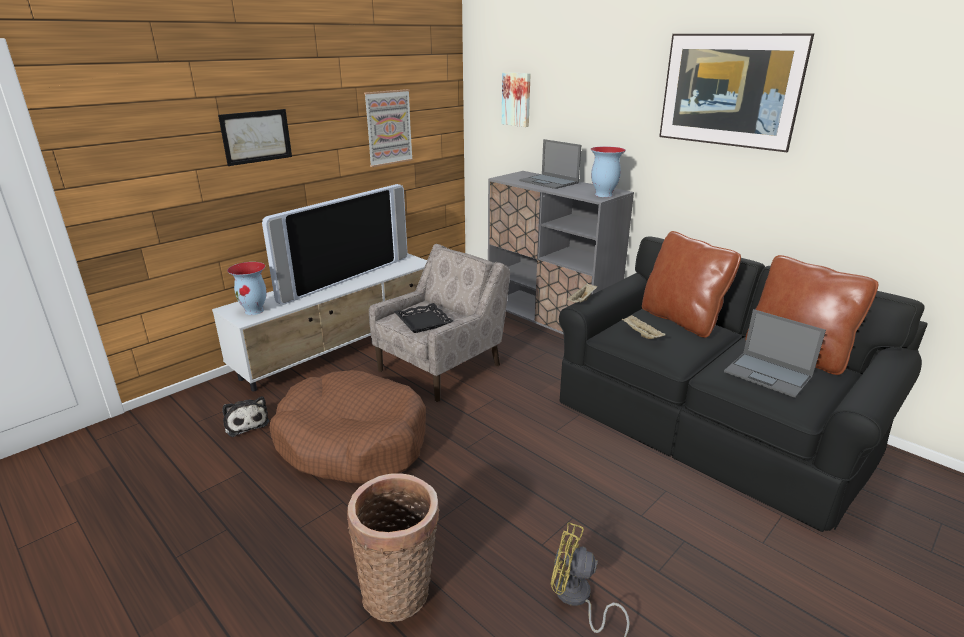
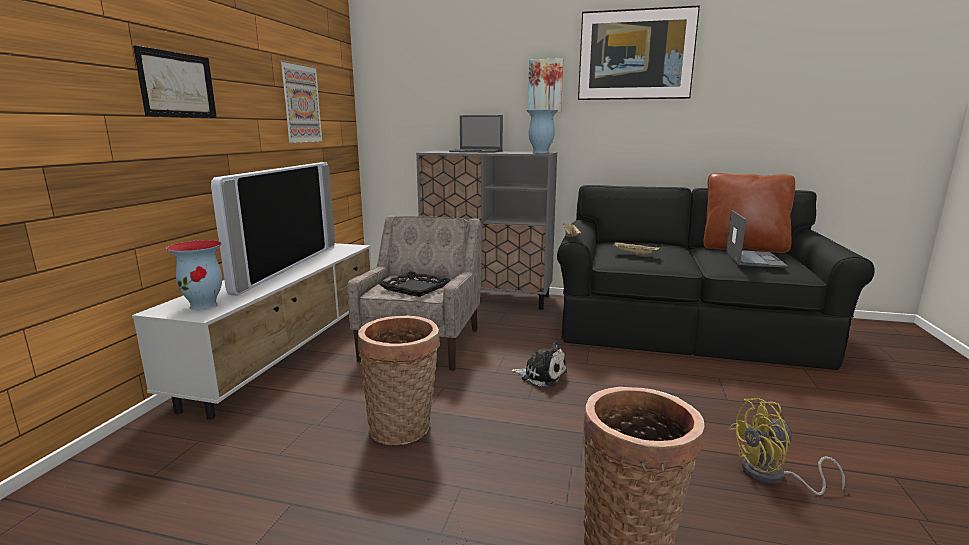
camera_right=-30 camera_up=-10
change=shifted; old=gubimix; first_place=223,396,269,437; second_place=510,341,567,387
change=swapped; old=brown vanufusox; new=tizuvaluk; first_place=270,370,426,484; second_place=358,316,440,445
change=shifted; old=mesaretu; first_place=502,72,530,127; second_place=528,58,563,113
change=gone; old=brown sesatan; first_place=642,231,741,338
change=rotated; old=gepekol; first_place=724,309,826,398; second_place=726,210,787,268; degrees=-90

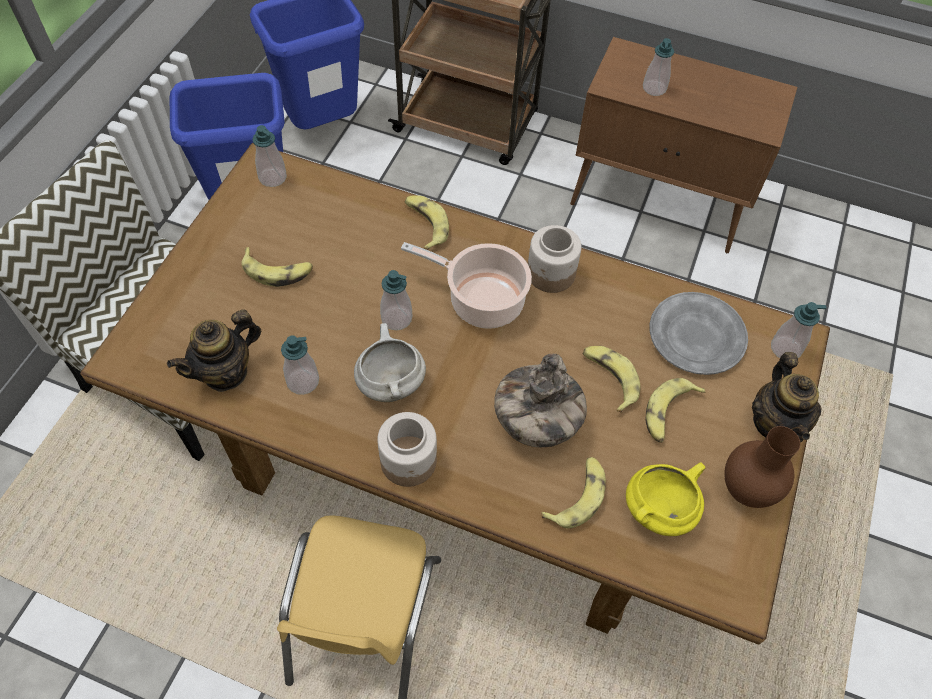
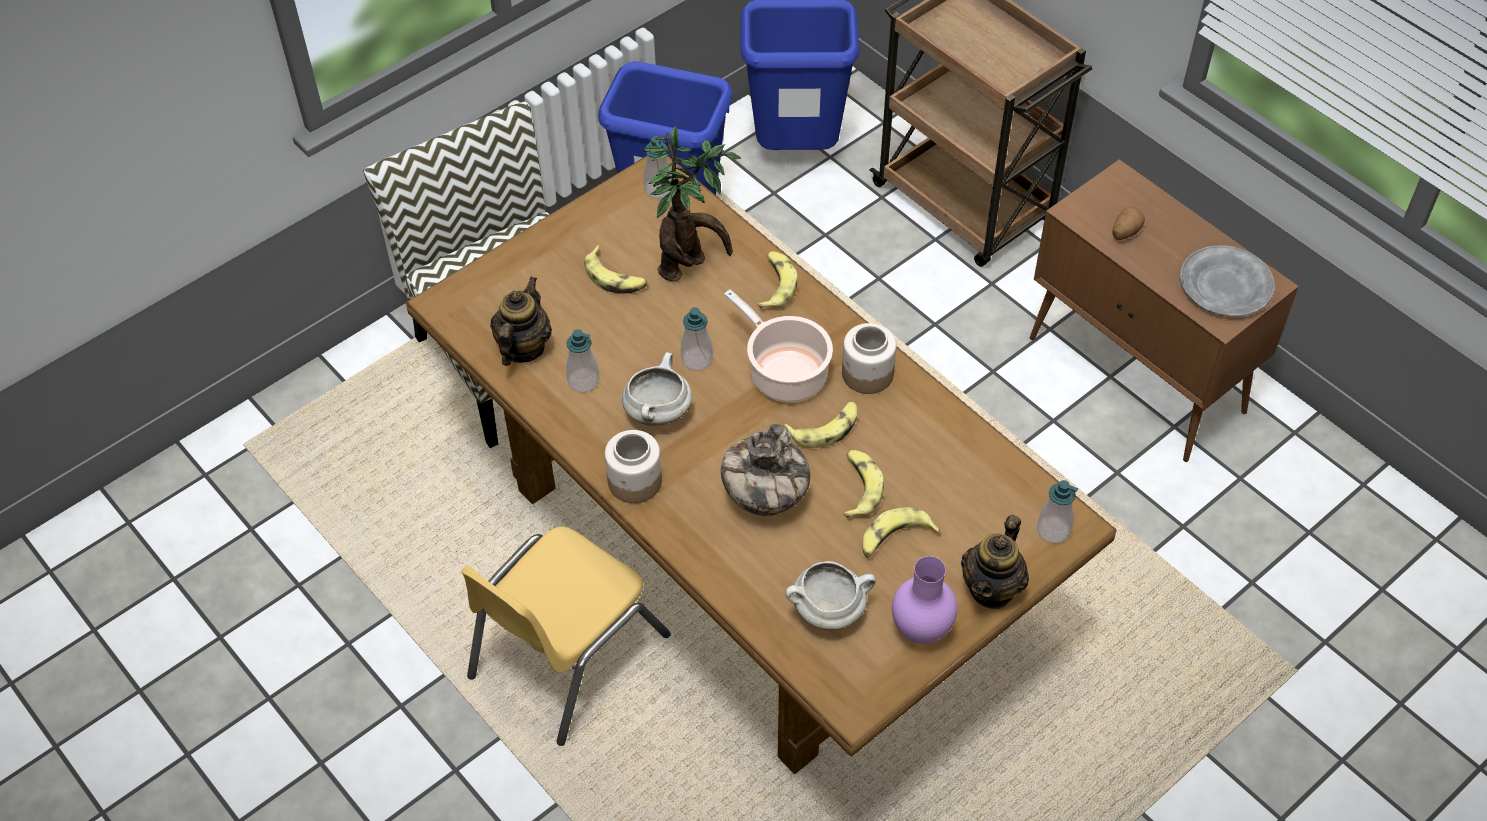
camera_right=30 camera_up=-5
change=rotated; old=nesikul; first_place=167,309,261,392; second_place=490,277,552,366; degrees=120
change=shifted; old=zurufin; first_place=541,457,606,529; second_place=784,402,857,448
change=repainted; old=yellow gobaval; new=white gobaval; first_place=626,462,706,536; second_place=785,561,876,630
change=swapped; old=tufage; new=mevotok; first_place=643,38,674,96; second_place=1112,206,1145,240
change=shifted; old=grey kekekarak; first_place=649,292,748,375; second_place=1180,245,1275,317
change=repainted; old=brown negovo; new=purple negovo; first_place=724,426,800,508; second_place=892,556,958,644
change=new; new=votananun; second_place=642,125,741,281

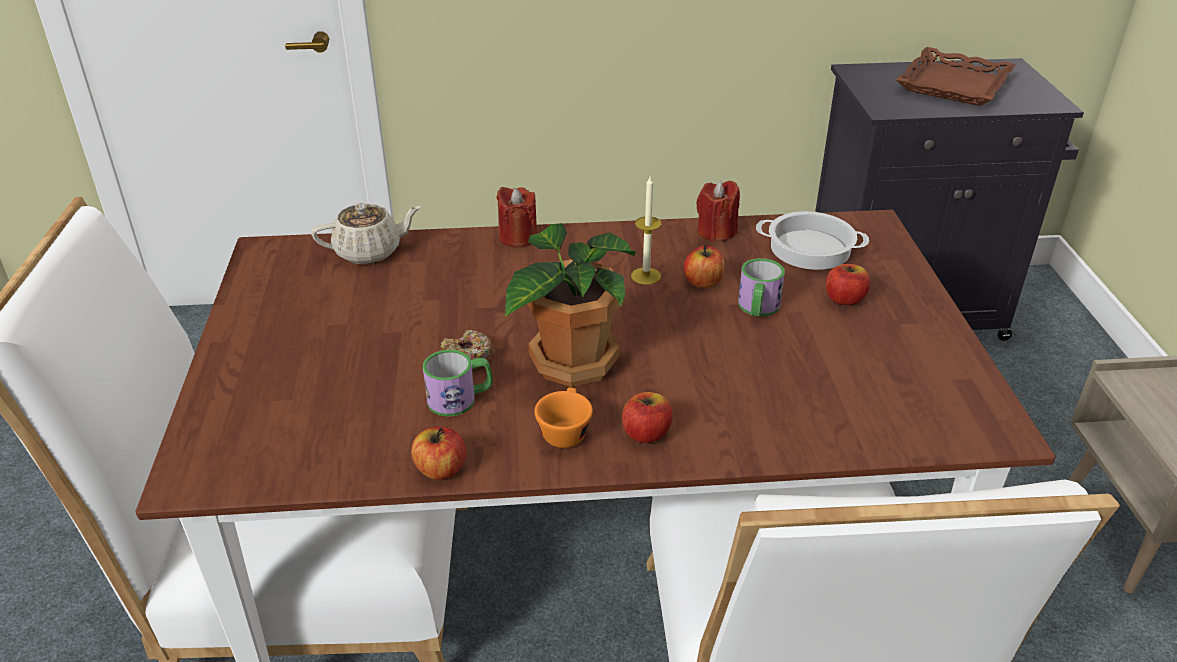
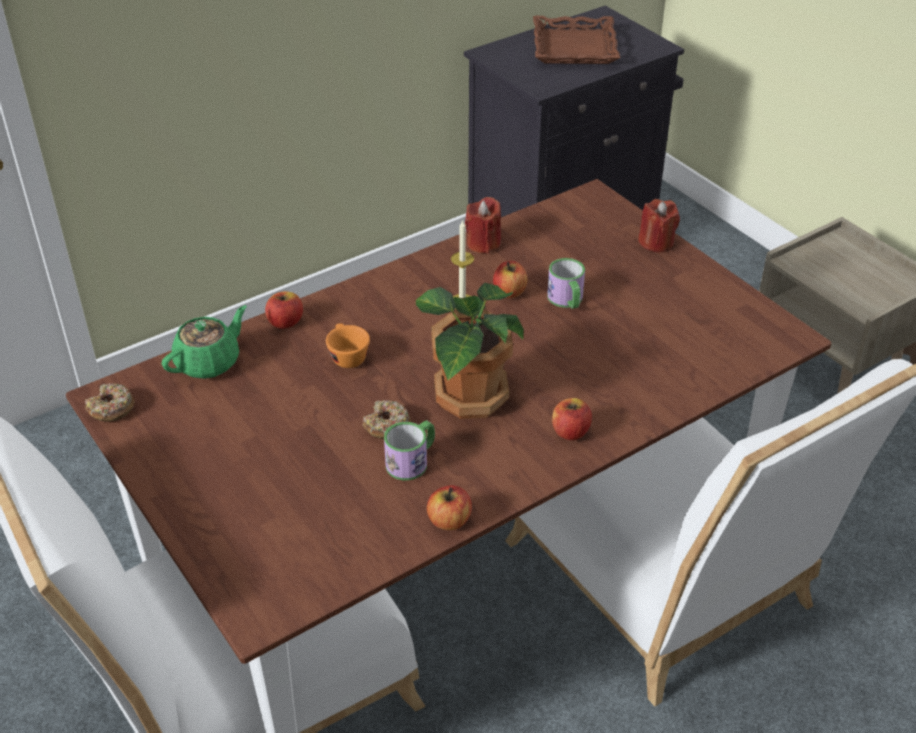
camera_right=-30 camera_up=5
change=repainted; old=beige nesikul; new=green nesikul; first_place=311,203,421,264; second_place=162,305,247,379
change=shifted; old=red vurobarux; first_place=496,187,537,248; second_place=638,199,680,252
change=shifted; old=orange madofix; first_place=534,387,593,448; second_place=326,323,370,368
change=gone; old=gobaval; first_place=756,211,869,270
change=shifted; old=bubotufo; first_place=826,264,870,305; second_place=265,291,303,329
change=new; new=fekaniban; second_place=85,383,135,422

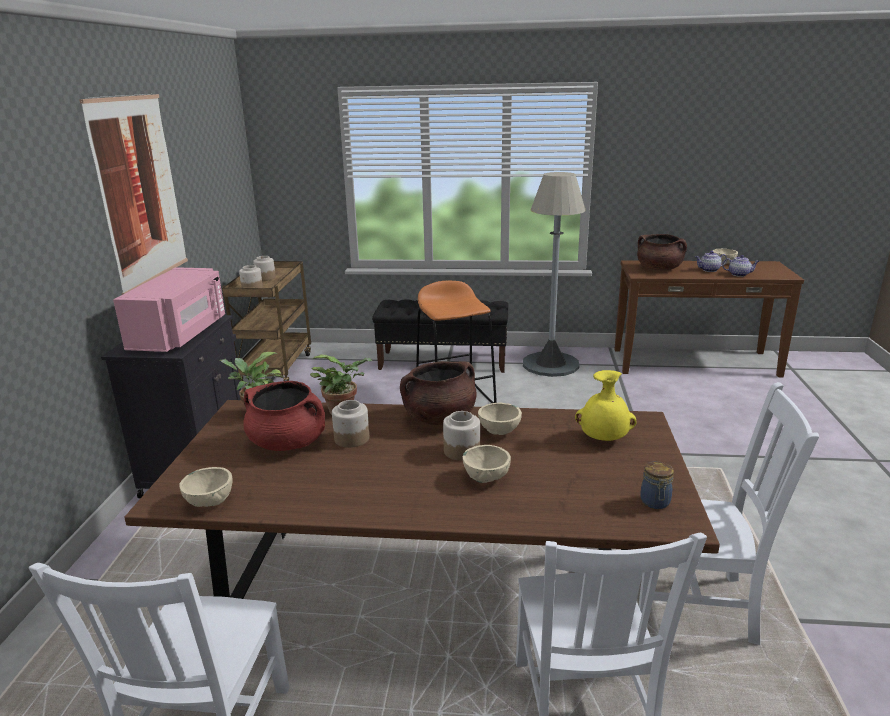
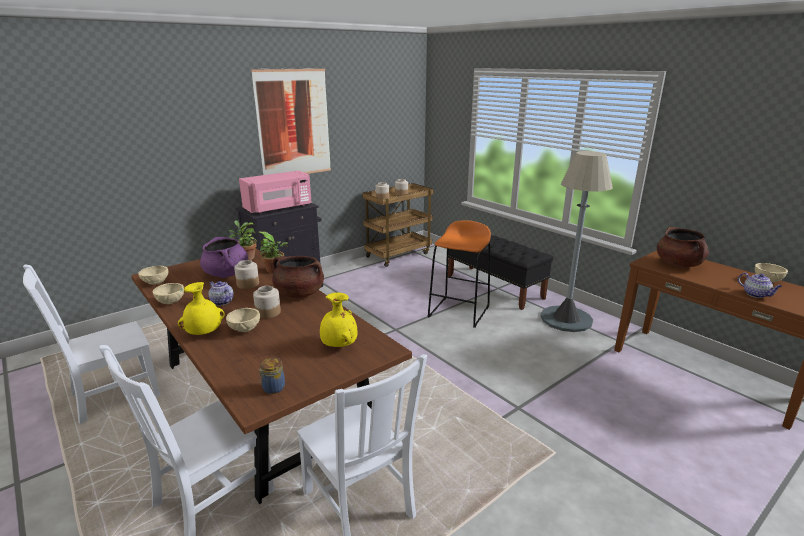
camera_right=45 camera_up=0
change=repainted; old=red gobaval; new=purple gobaval; first_place=243,381,325,451; second_place=200,237,248,278
change=shifted; old=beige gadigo; first_place=478,402,522,435; second_place=153,283,184,304
change=shifted; old=nesikul; first_place=695,251,727,272; second_place=209,281,234,306
change=new; new=yellow negovo; second_place=178,282,225,335

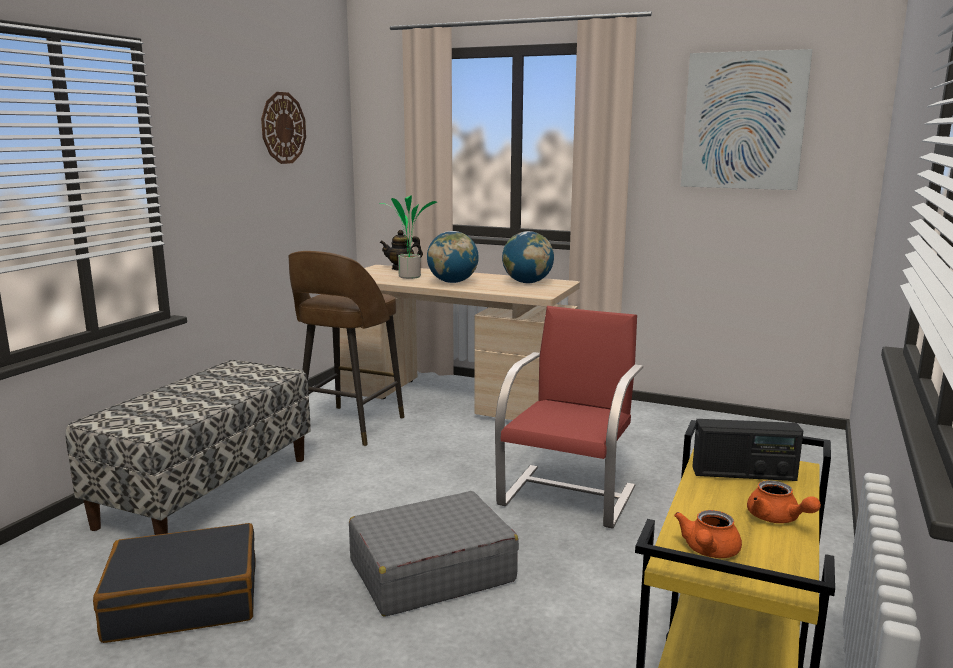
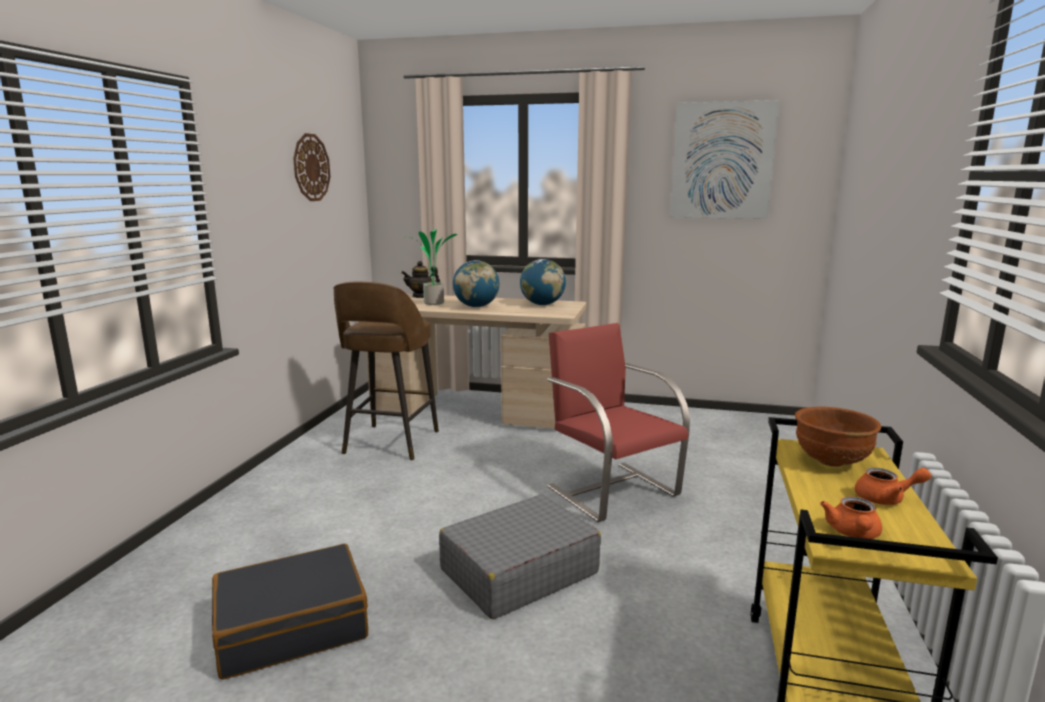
camera_right=-10 camera_up=0
change=gone; old=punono; first_place=66,360,311,535
change=rotated; old=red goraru; first_place=495,306,643,529; second_place=547,323,690,522; degrees=-45
change=swapped; old=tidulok; new=brown gadigo; first_place=692,419,803,481; second_place=795,407,881,467
change=rotated; old=orange nesikul; first_place=747,480,821,523; second_place=855,468,931,505; degrees=-45

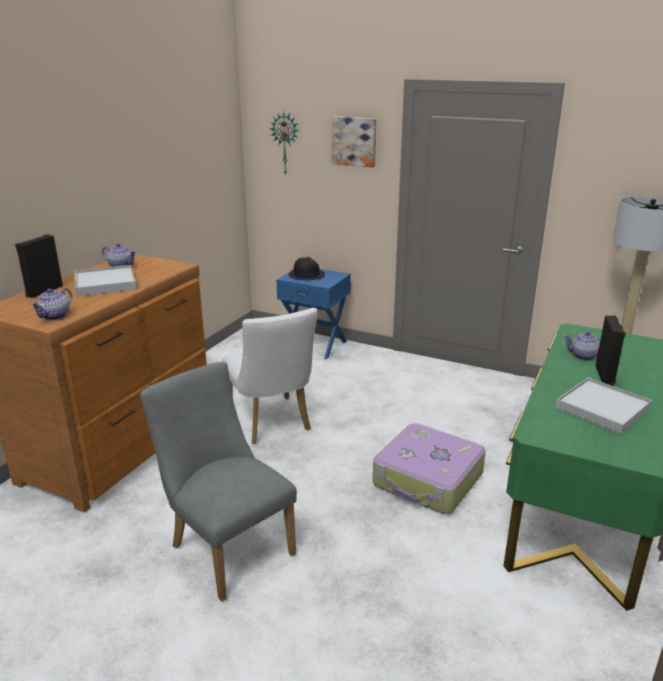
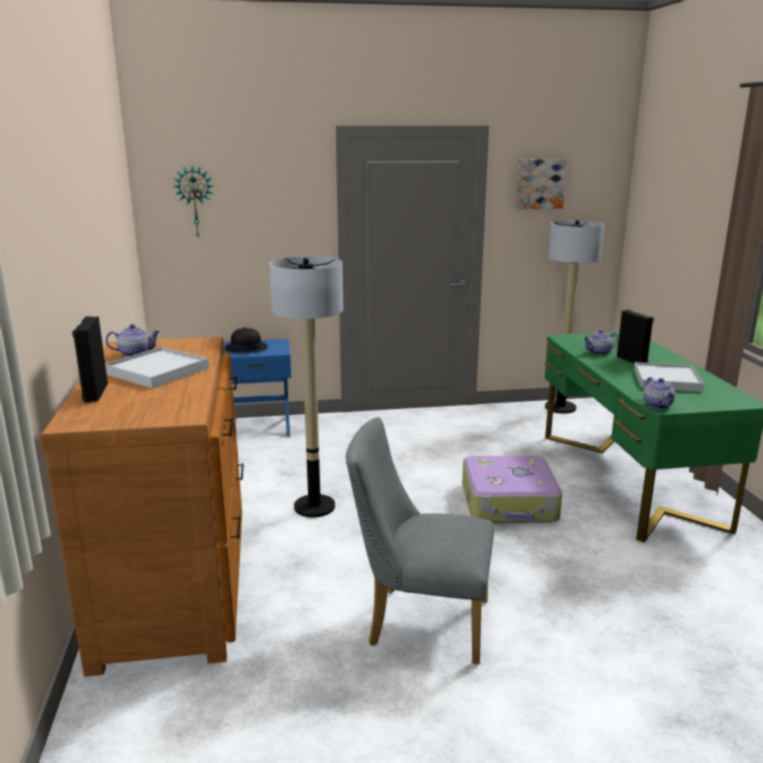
camera_right=-35 camera_up=-5
change=shifted; old=nesikul; first_place=30,288,72,320; second_place=643,377,675,409
change=swapped; old=white goraru; new=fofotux; first_place=222,308,317,444; second_place=269,256,343,517
change=shifted; old=mesaretu; first_place=332,116,376,167; second_place=516,159,567,209

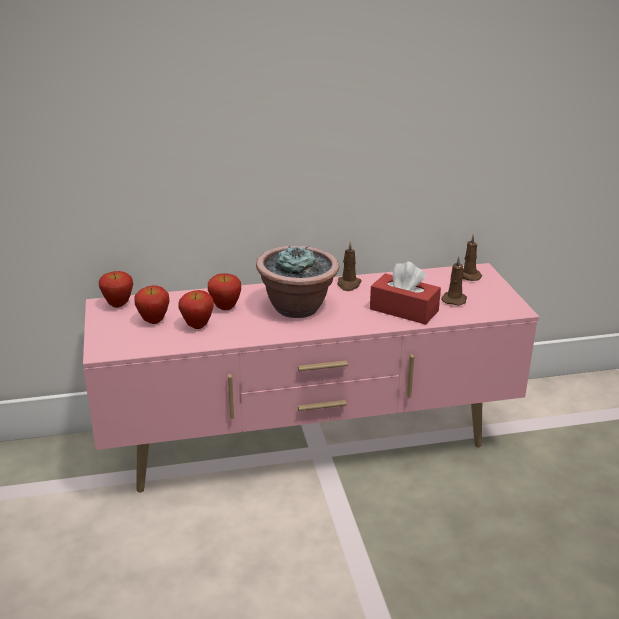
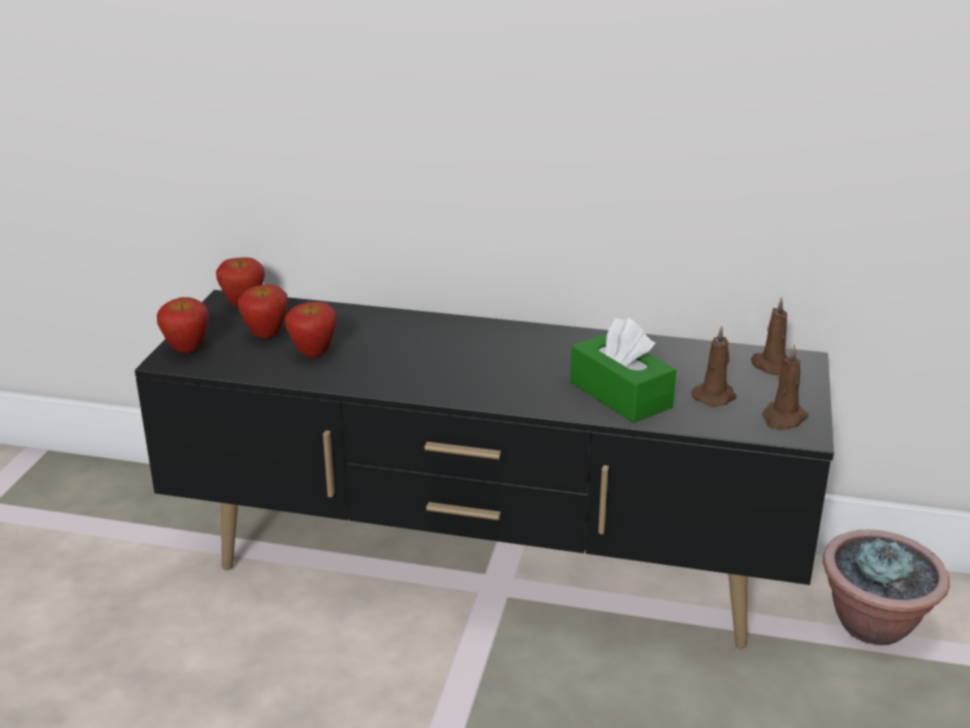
camera_right=25 camera_up=0
change=repainted; old=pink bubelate; new=black bubelate; first_place=83,263,539,493; second_place=135,290,834,648
change=shifted; old=bubotufo; first_place=208,273,241,310; second_place=157,297,209,354
change=shifted; old=votananun; first_place=256,246,339,318; second_place=823,529,950,645
change=shifted; old=brown vurobarux; first_place=337,241,362,291; second_place=762,344,808,430
change=repainted; old=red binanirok; new=green binanirok; first_place=370,261,441,325; second_place=570,318,676,423

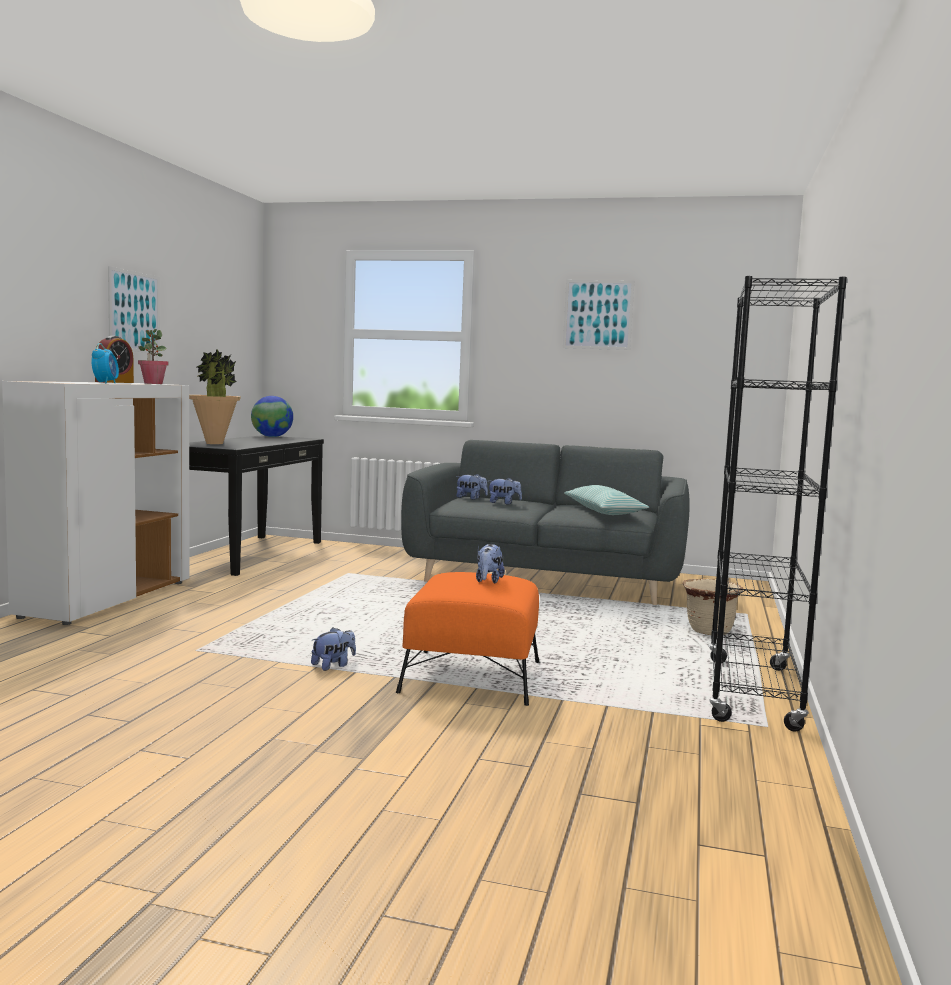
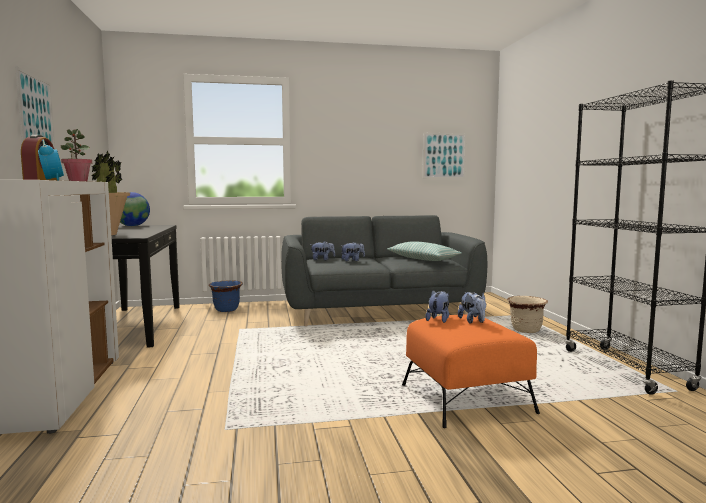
camera_right=-25 camera_up=0
change=shifted; old=gubimix; first_place=311,627,356,671; second_place=425,290,449,323
change=shifted; old=mesaretu; first_place=563,280,634,350; second_place=422,133,466,179
change=new; new=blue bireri; second_place=209,281,243,312

